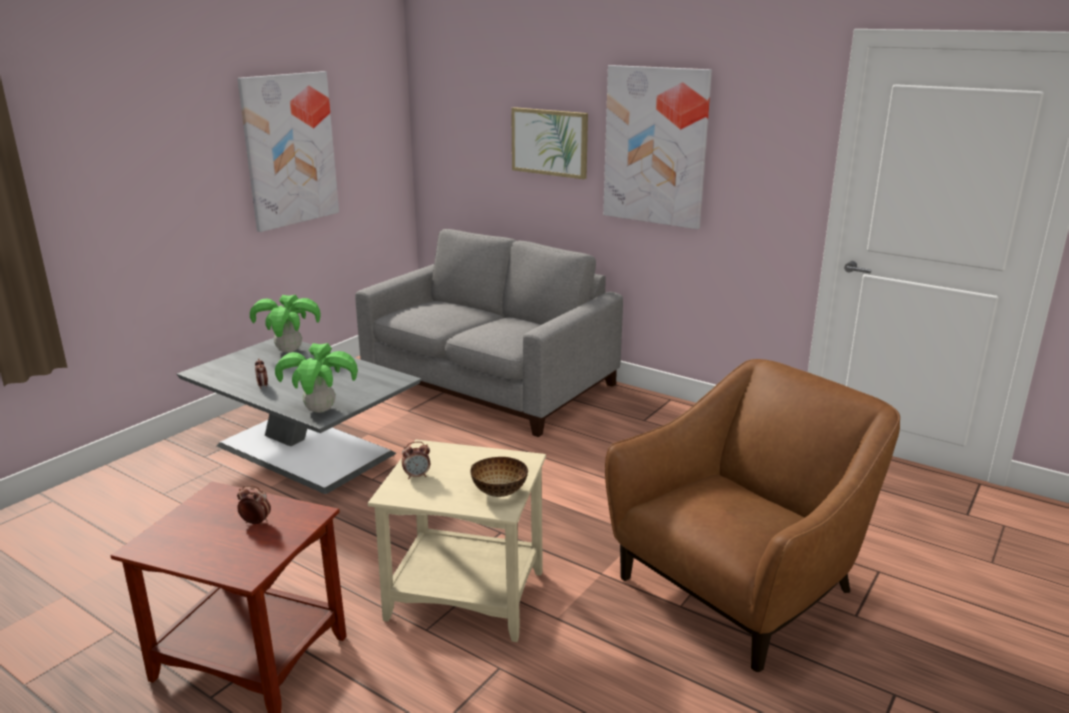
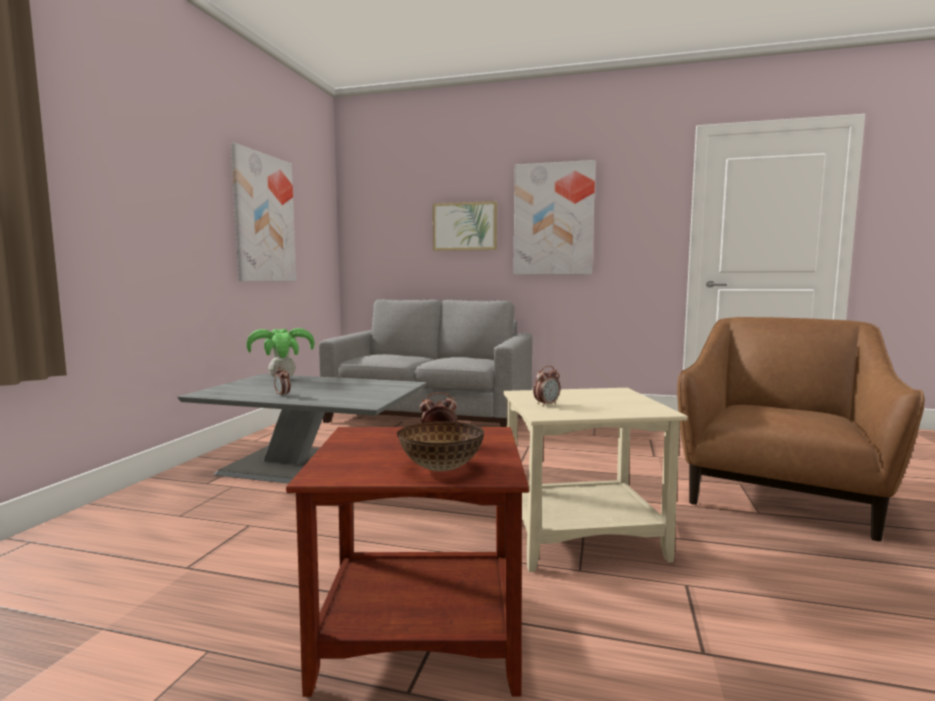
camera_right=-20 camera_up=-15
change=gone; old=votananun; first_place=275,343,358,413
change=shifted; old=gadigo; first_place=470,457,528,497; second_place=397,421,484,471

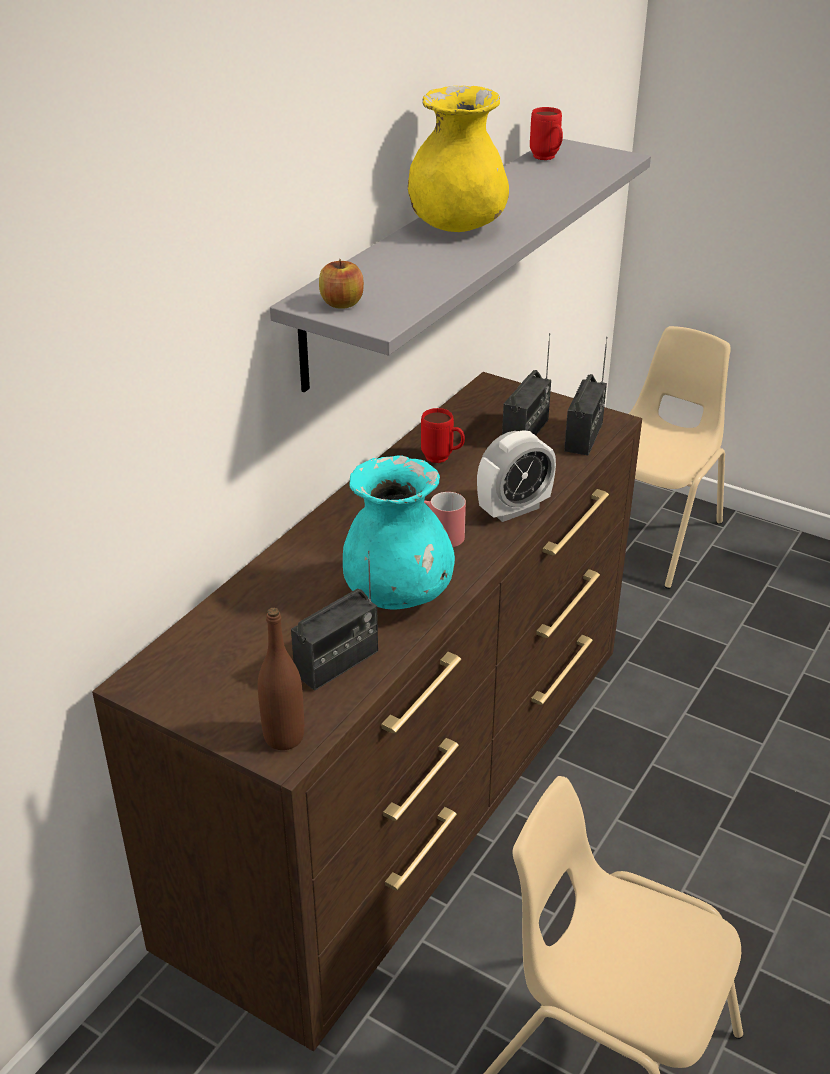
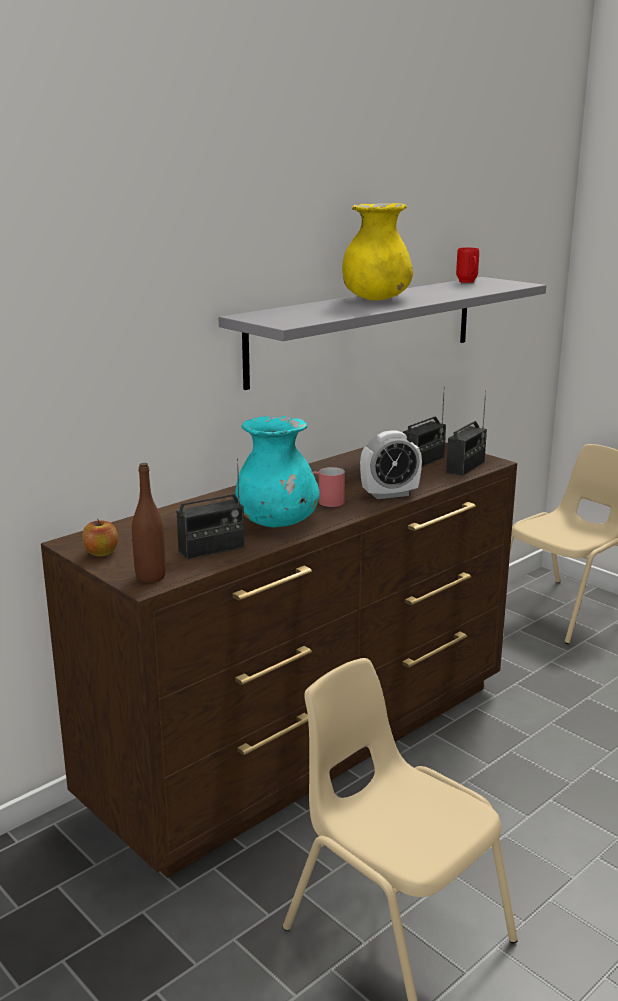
camera_right=15 camera_up=-15
change=shifted; old=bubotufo; first_place=319,259,364,309; second_place=83,519,118,556
change=gone; old=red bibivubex; first_place=421,408,465,463

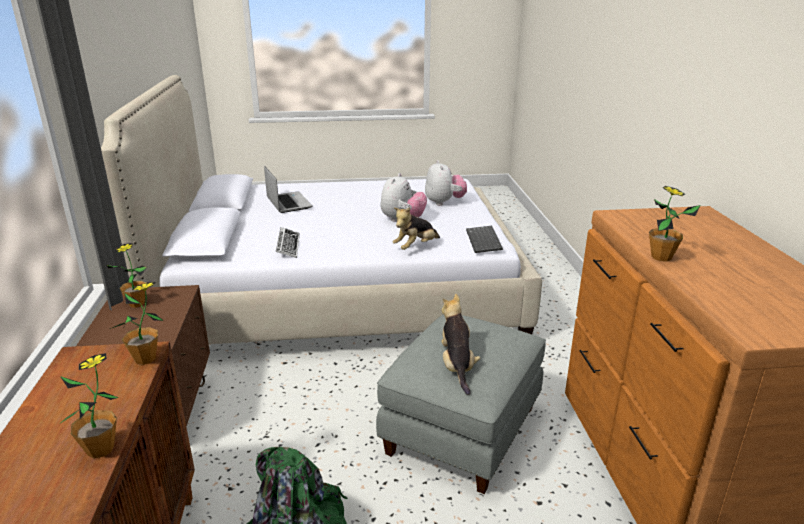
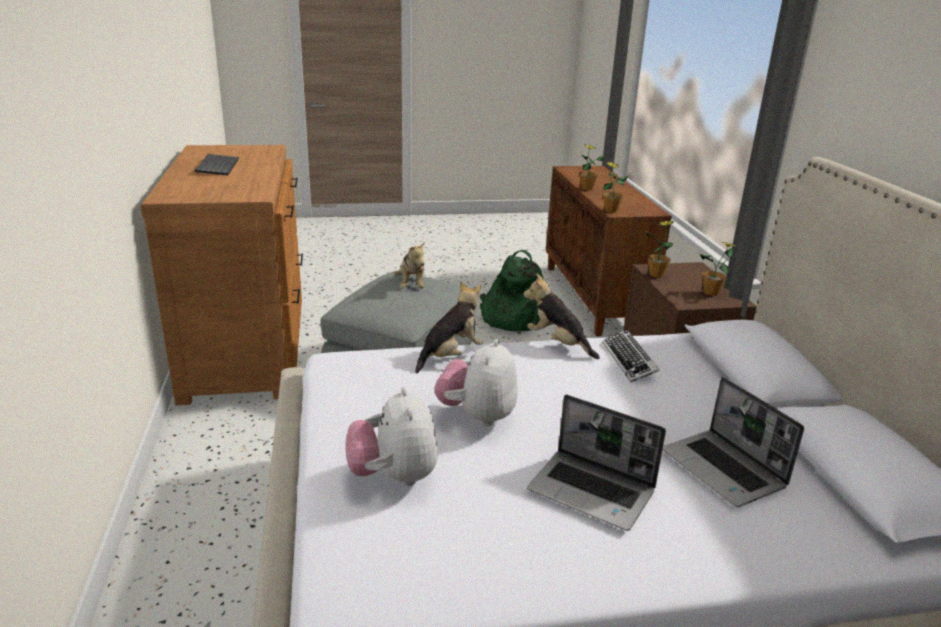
camera_right=175 camera_up=0
change=shifted; old=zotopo; first_place=466,226,503,253; second_place=195,154,239,175
change=shifted; old=votananun; first_place=649,186,701,262; second_place=646,220,674,278
change=new; new=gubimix; second_place=524,274,600,359
change=new; new=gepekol; second_place=527,395,666,531

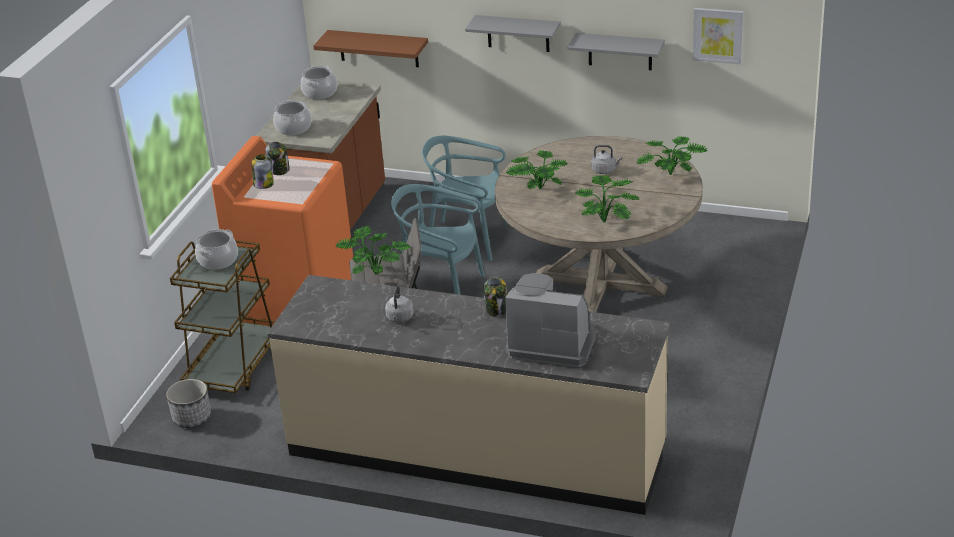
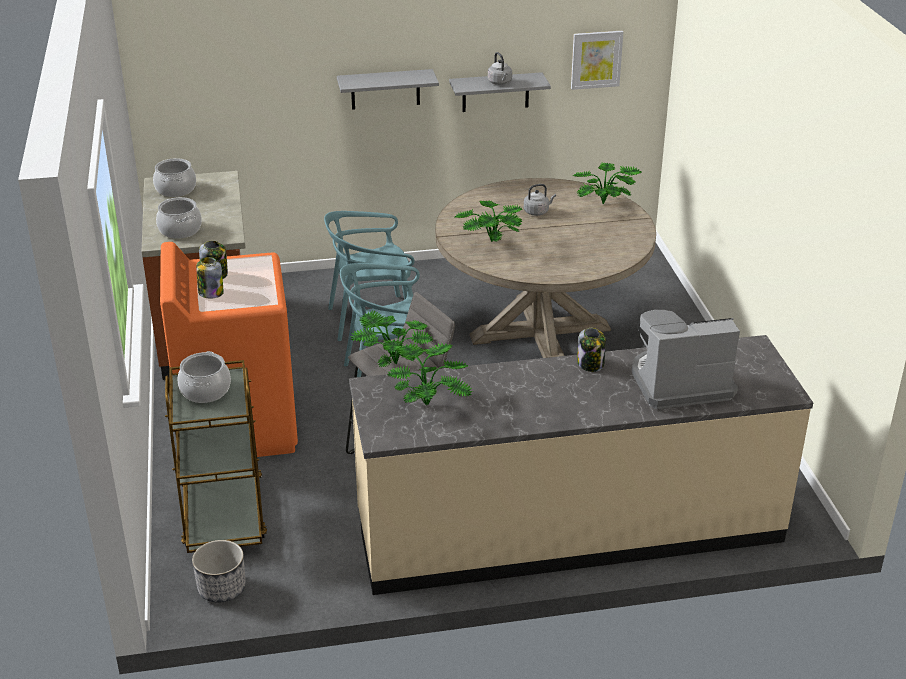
camera_right=-30 camera_up=0
change=gone; old=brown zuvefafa; first_place=313,30,428,67
change=shifted; old=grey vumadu; first_place=385,285,414,323; second_place=488,52,512,85
change=shifted; old=votananun; first_place=575,175,640,223; second_place=387,343,473,405

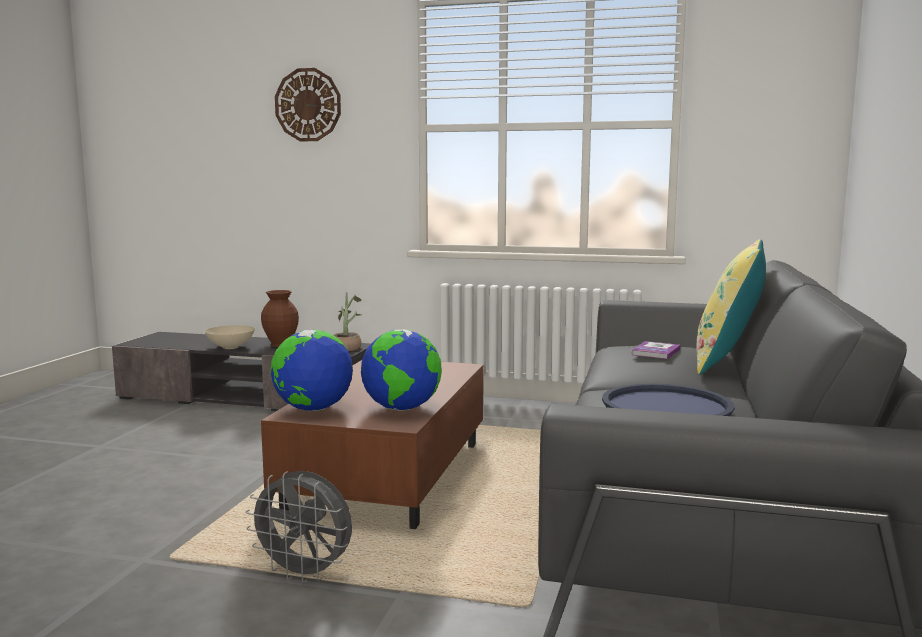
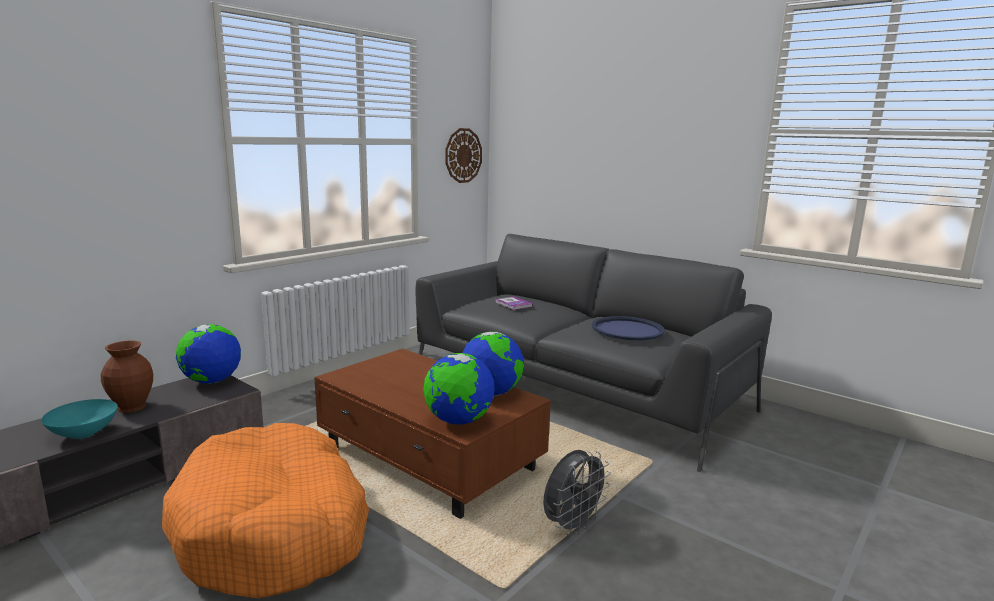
camera_right=-65 camera_up=5
change=repainted; old=beige gadigo; new=turquoise gadigo; first_place=205,325,255,349; second_place=41,399,118,439
change=shifted; old=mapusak; first_place=275,68,341,141; second_place=445,128,482,183
change=swapped; old=votananun; new=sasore; first_place=333,292,362,351; second_place=176,324,241,384
change=gone; old=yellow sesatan; first_place=697,239,766,375
change=new; new=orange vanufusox; second_place=162,423,369,598

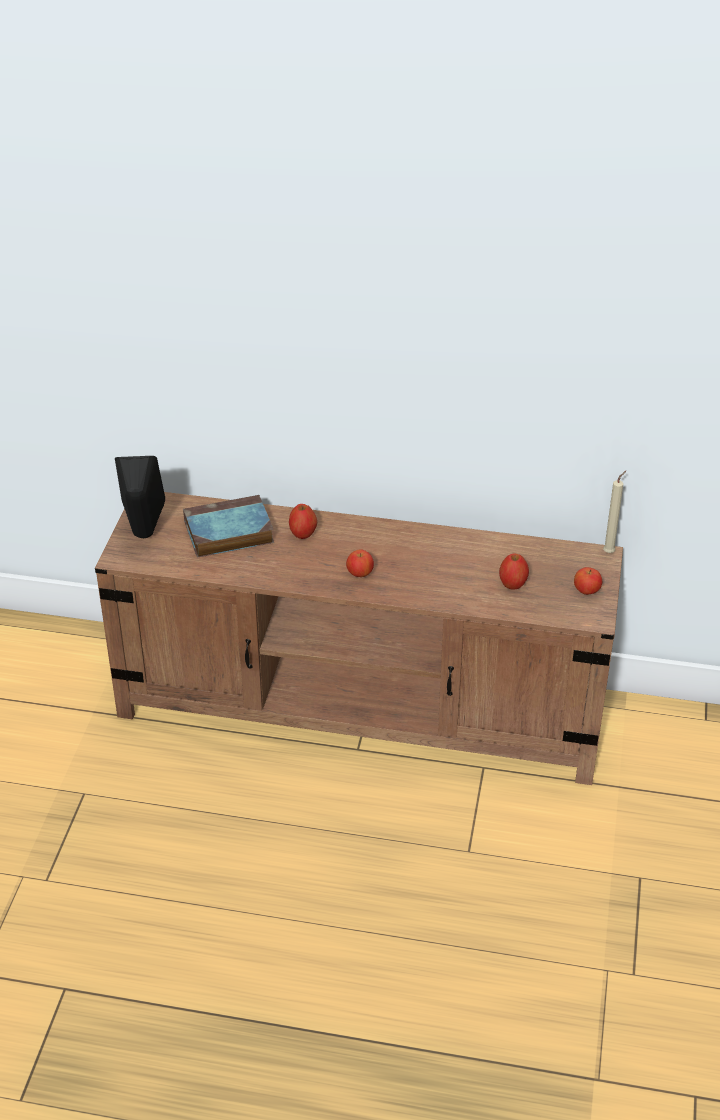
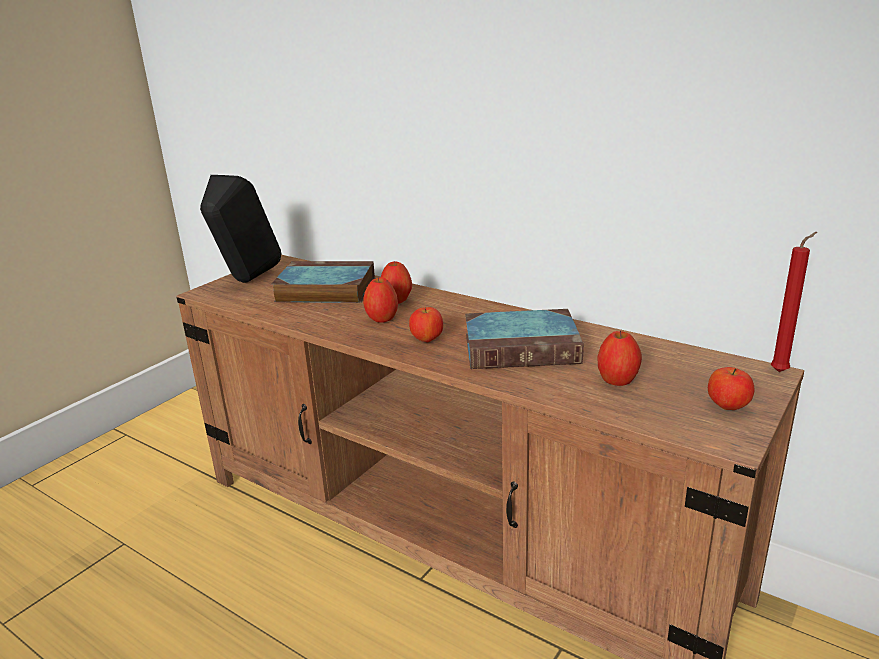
camera_right=25 camera_up=-15
change=repainted; old=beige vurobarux; new=red vurobarux; first_place=603,471,626,553; second_place=771,232,817,372
change=new; new=bubotufo; second_place=363,277,398,323
change=new; new=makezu; second_place=465,309,584,369

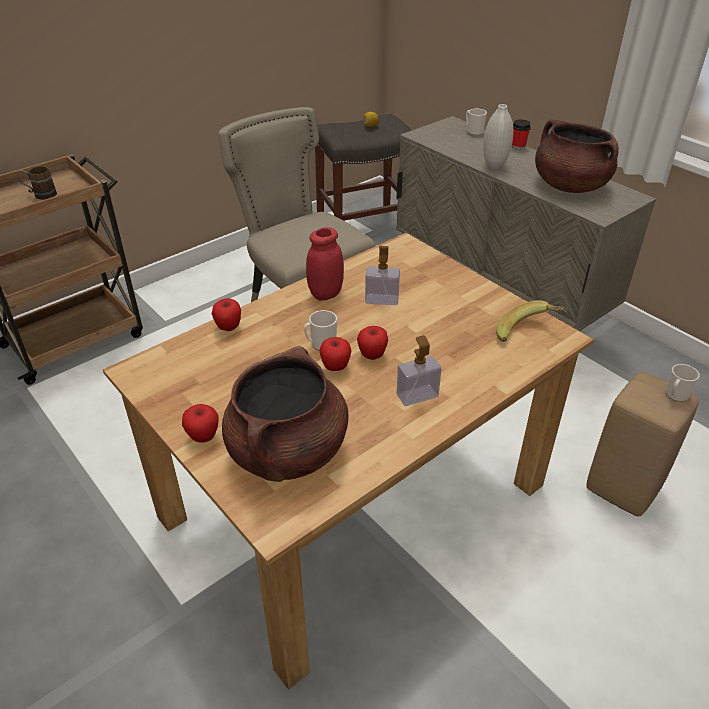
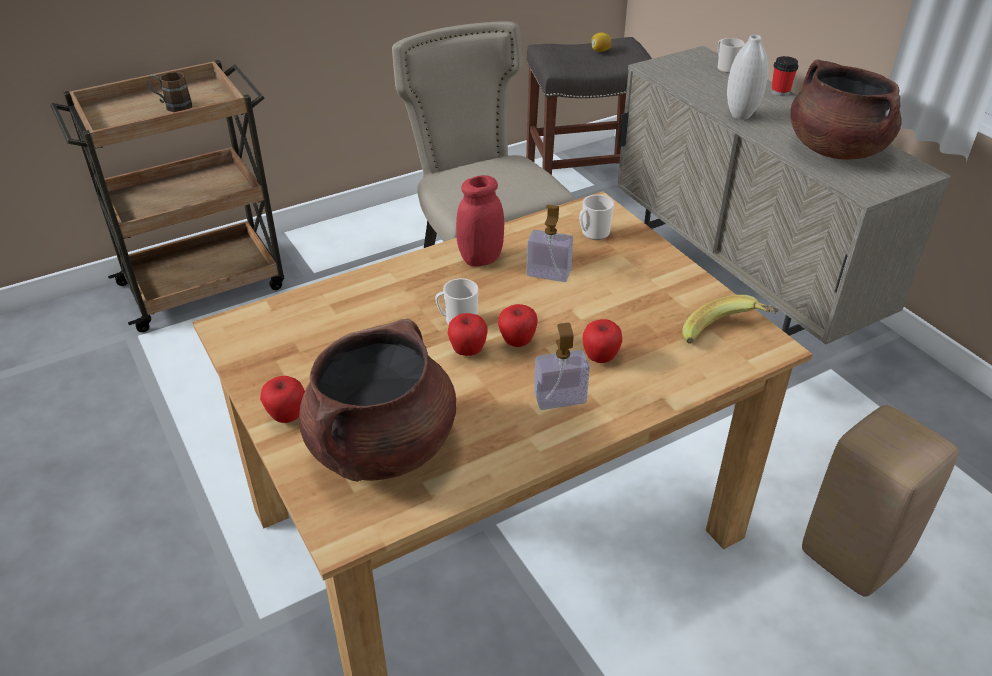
camera_right=10 camera_up=0
change=shifted; old=bubotufo; first_place=212,298,241,331; second_place=583,319,622,363
change=shifted; old=bibivubex; first_place=665,364,700,402; second_place=579,195,614,240

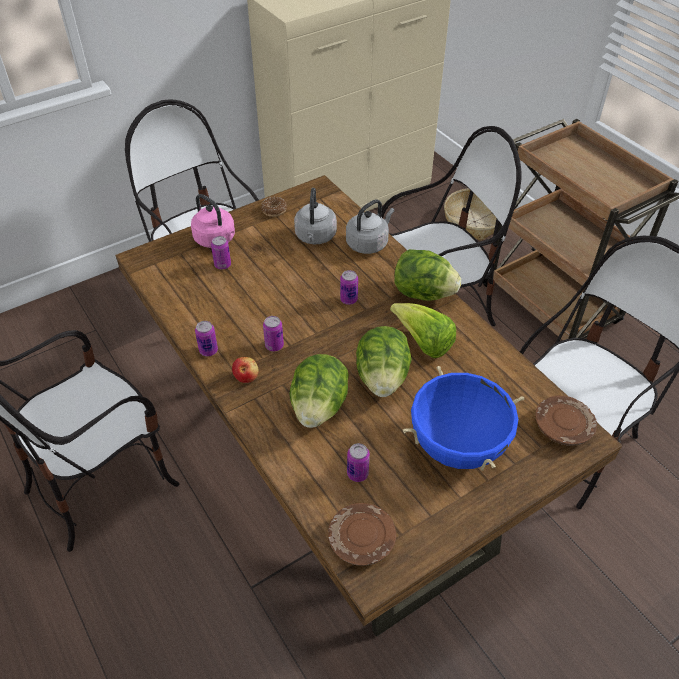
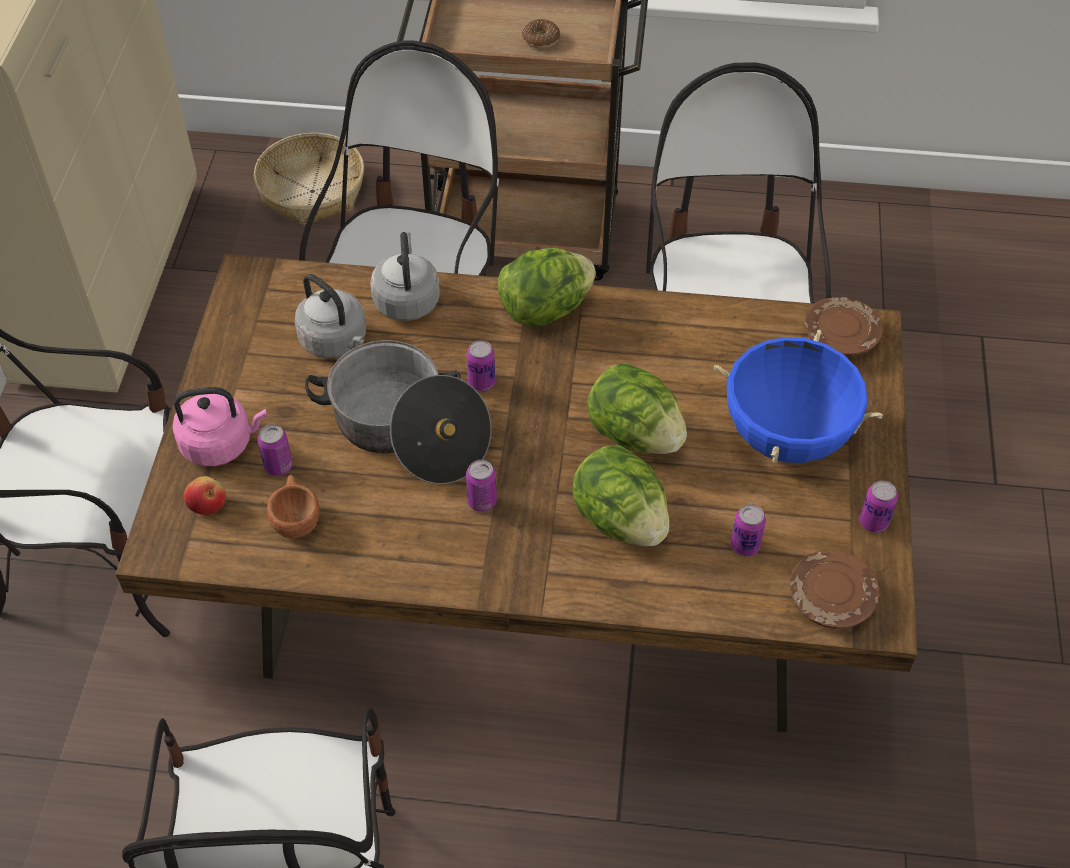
camera_right=-50 camera_up=5
change=shifted; old=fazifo; first_place=195,321,218,356; second_place=860,480,898,533
change=shifted; old=bubotufo; first_place=232,357,259,383; second_place=184,476,226,515
change=shifted; old=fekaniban; first_place=261,197,287,217; second_place=522,19,560,49
change=gone; old=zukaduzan; first_place=390,303,456,358
change=new; new=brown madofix; second_place=267,475,319,539
change=new; new=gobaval; second_place=305,340,491,484

